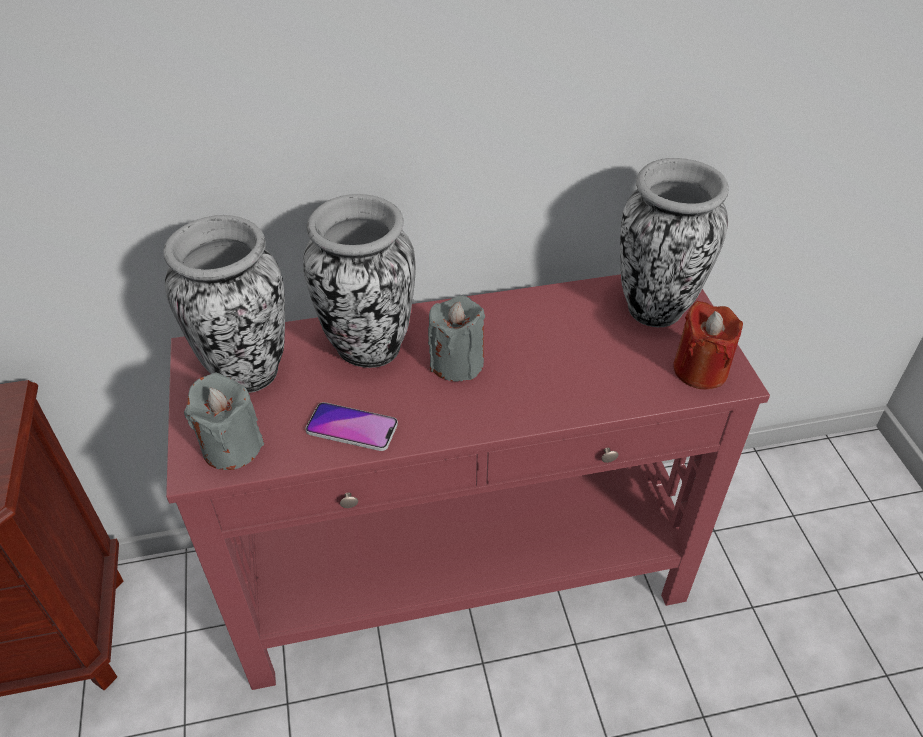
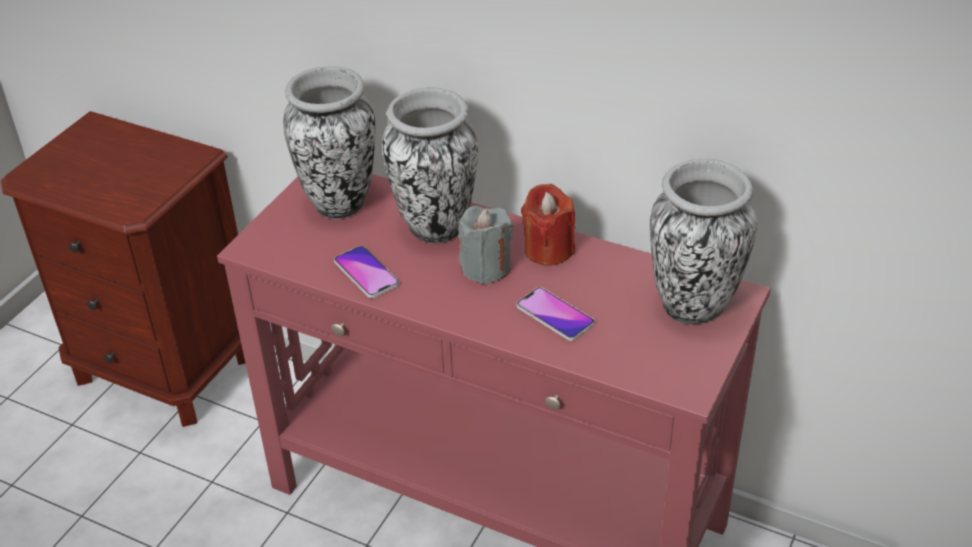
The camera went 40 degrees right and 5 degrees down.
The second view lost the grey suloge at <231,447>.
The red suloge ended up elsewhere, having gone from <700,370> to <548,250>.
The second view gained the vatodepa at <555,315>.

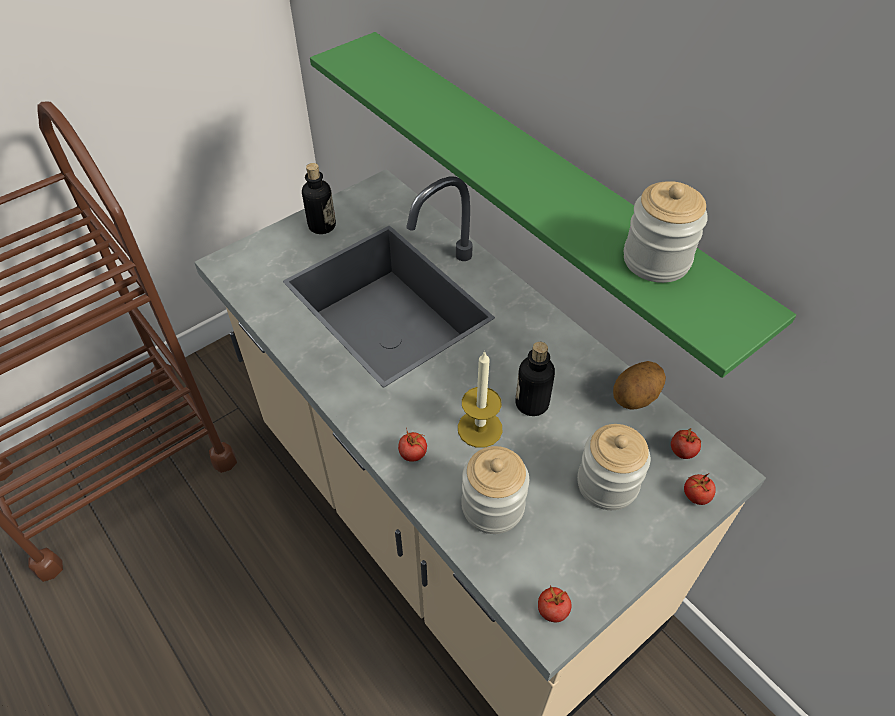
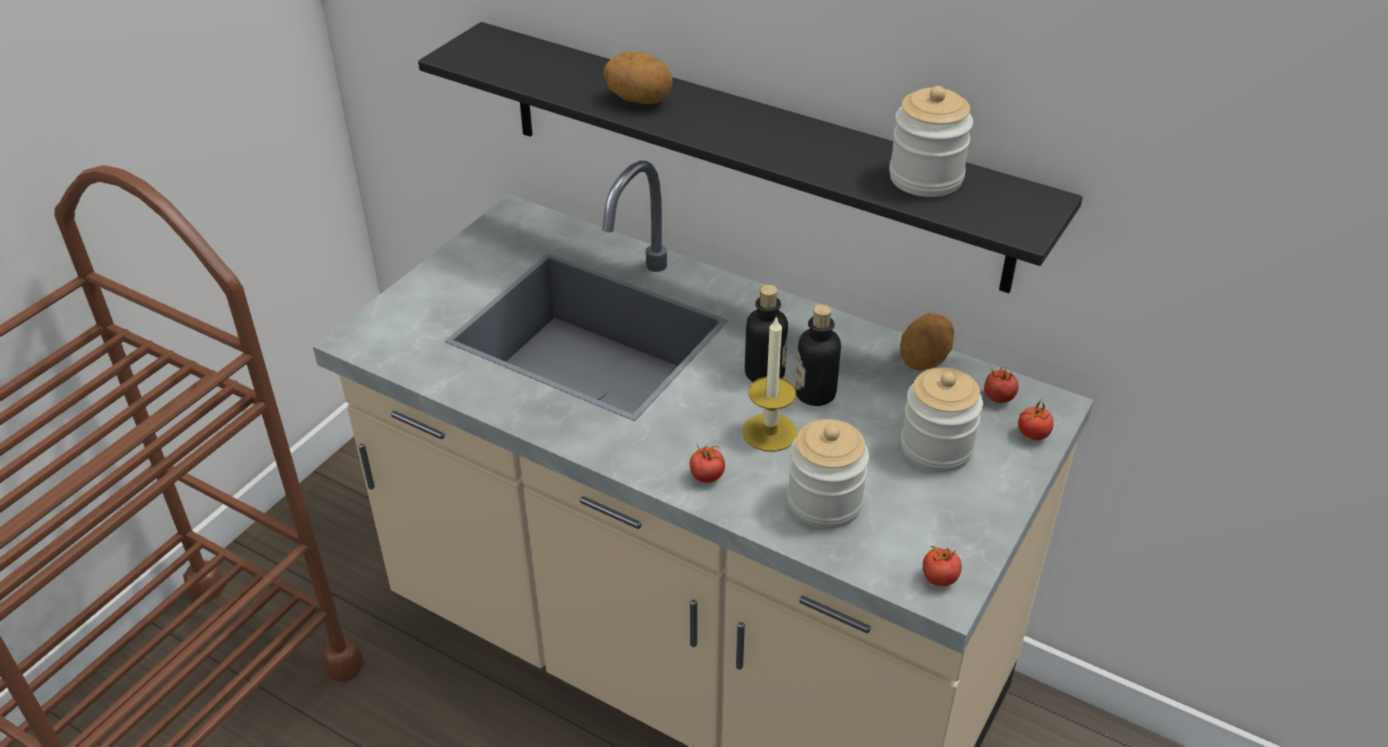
The camera went 20 degrees left and 10 degrees down.
The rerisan ended up elsewhere, having gone from <322,226> to <764,373>.
What was the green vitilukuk at <541,189> turned into the black vitilukuk at <749,154>.
The second view gained the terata at <639,100>.

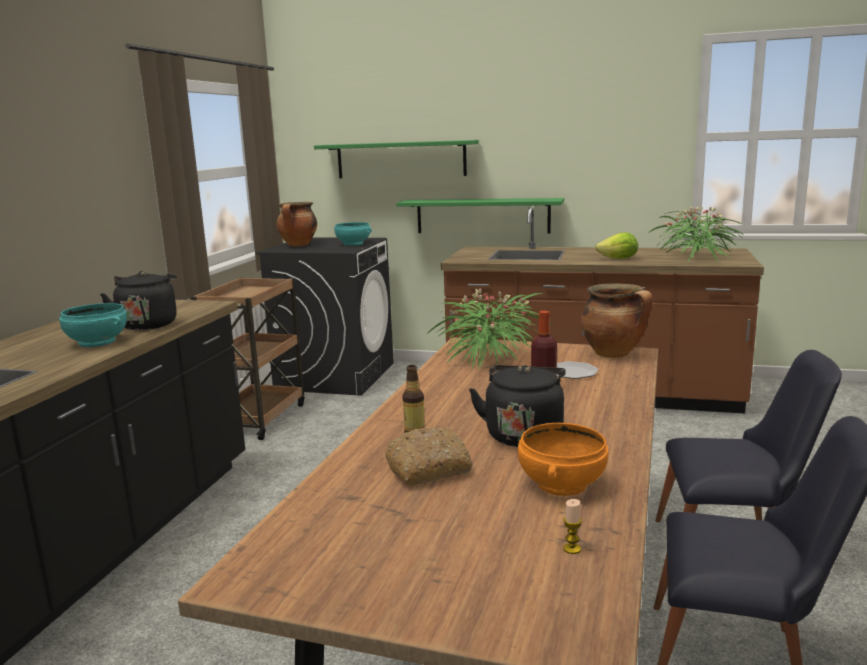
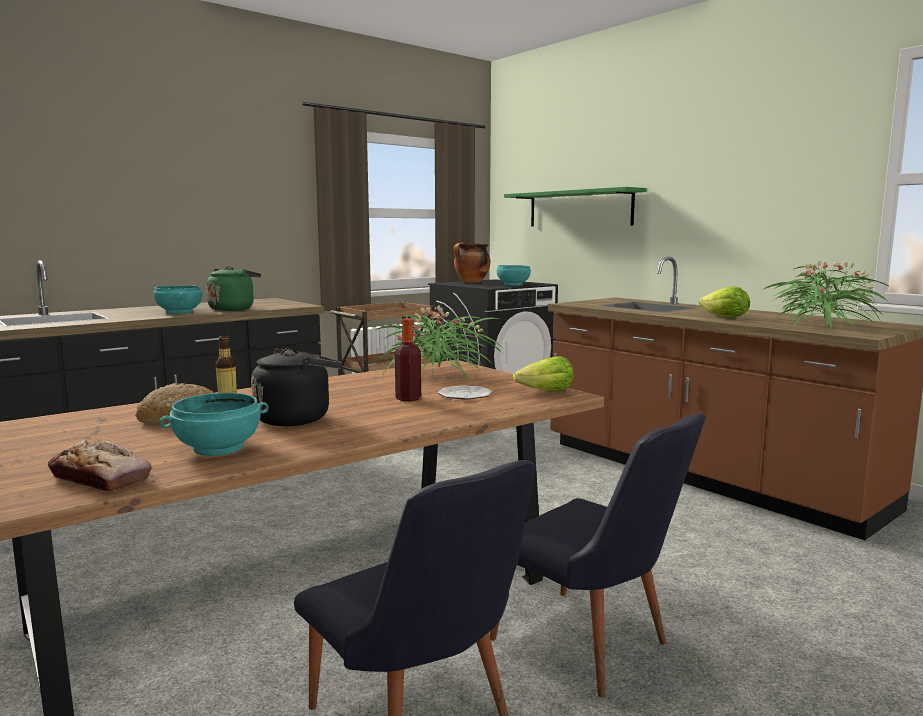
The camera went 35 degrees right and 5 degrees down.
What was the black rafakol at <148,324> turned into the green rafakol at <233,309>.
The second view lost the green vitilukuk at <482,216>.
What was the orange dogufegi at <560,484> turned into the turquoise dogufegi at <218,448>.
Where the suloge stood at <572,549>, the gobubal came to stand at <101,478>.
Where the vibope stood at <614,354>, the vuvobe came to stand at <546,392>.

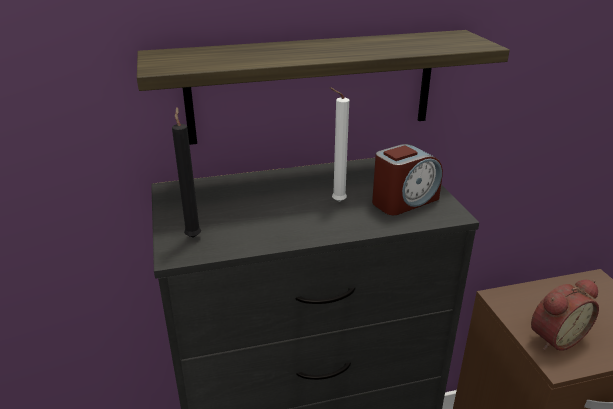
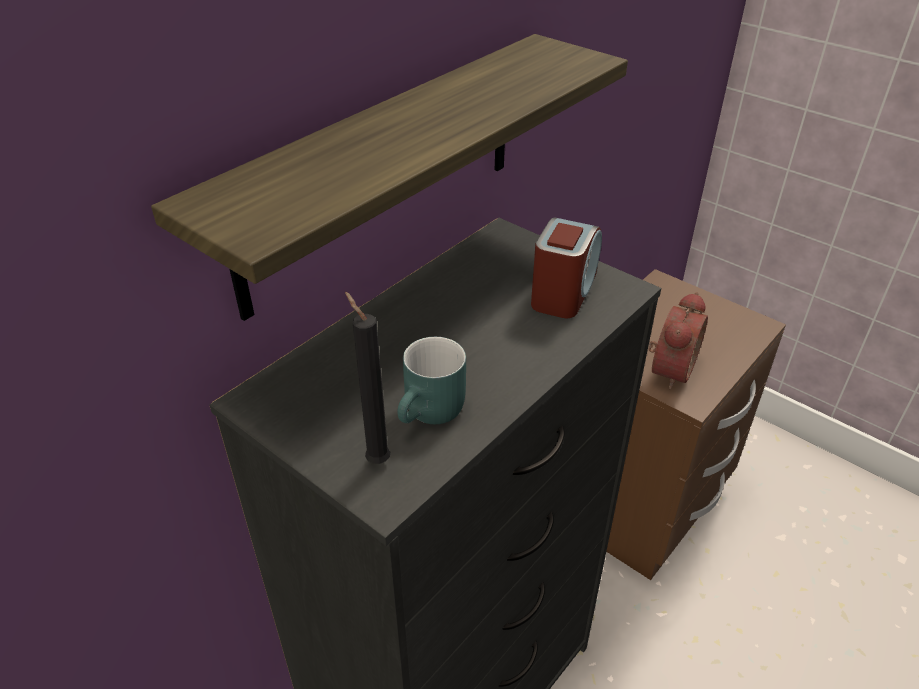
The camera went 35 degrees left and 10 degrees up.
The second view lost the white suloge at <336,202>.
The second view gained the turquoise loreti at <433,414>.

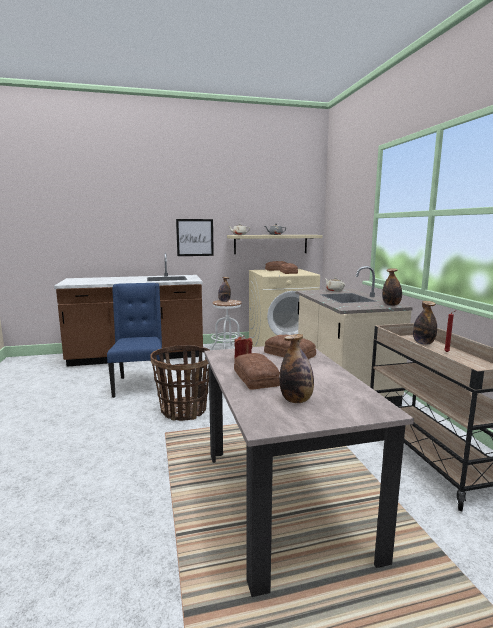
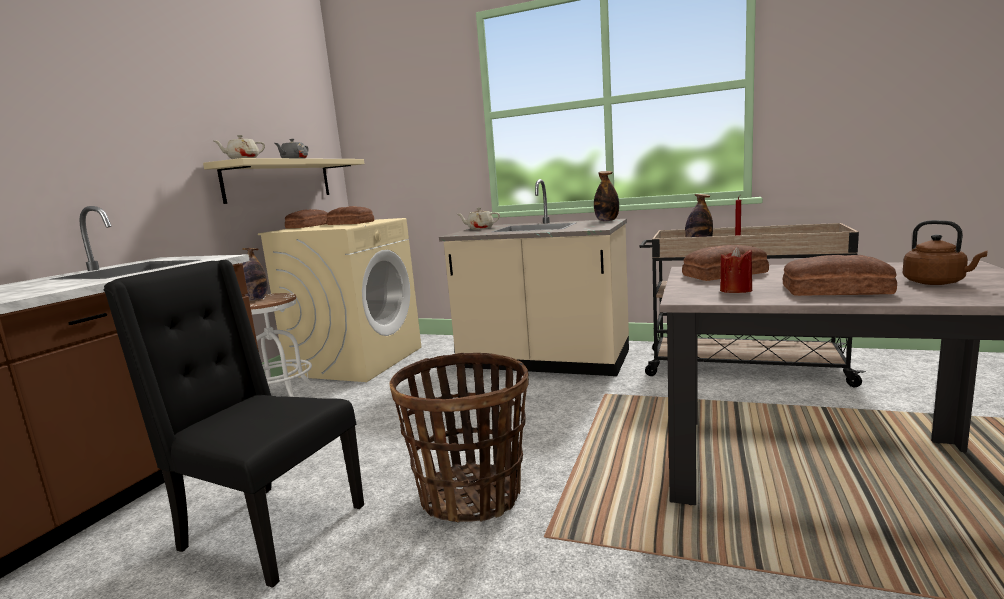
The camera went 55 degrees left and 0 degrees up.
What was the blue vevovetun at <139,385> turned into the black vevovetun at <268,529>.
The second view lost the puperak at <195,237>.
Where the rerisan stood at <296,400>, the brown rafakol came to stand at <936,283>.

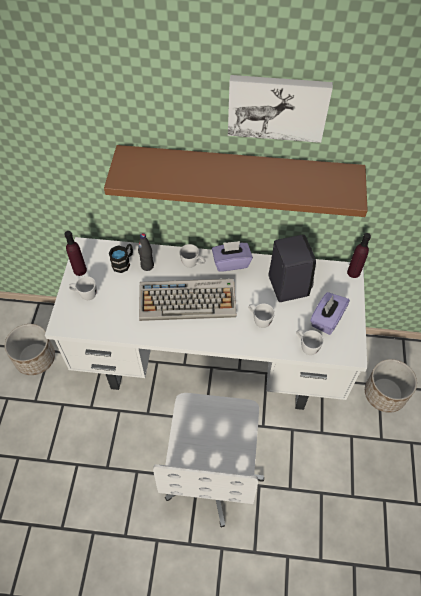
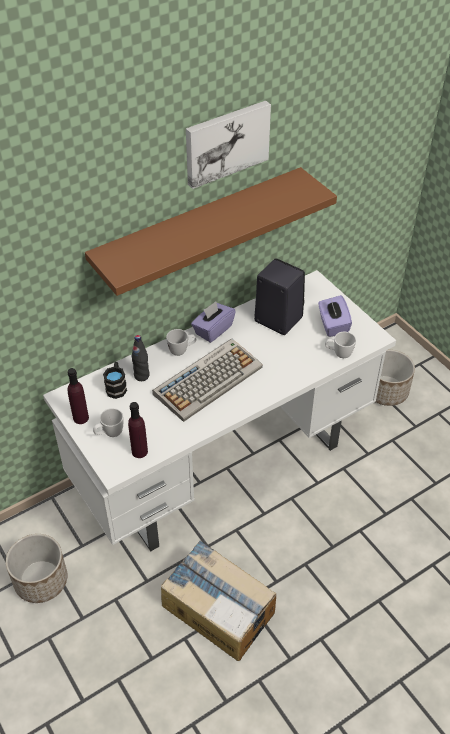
The camera went 40 degrees left and 10 degrees down.
The second view lost the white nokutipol at <212,473>.
The second view lost the white loreti at <259,320>.
The purple rerisan ended up elsewhere, having gone from <353,272> to <139,451>.
The second view gained the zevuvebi at <218,608>.

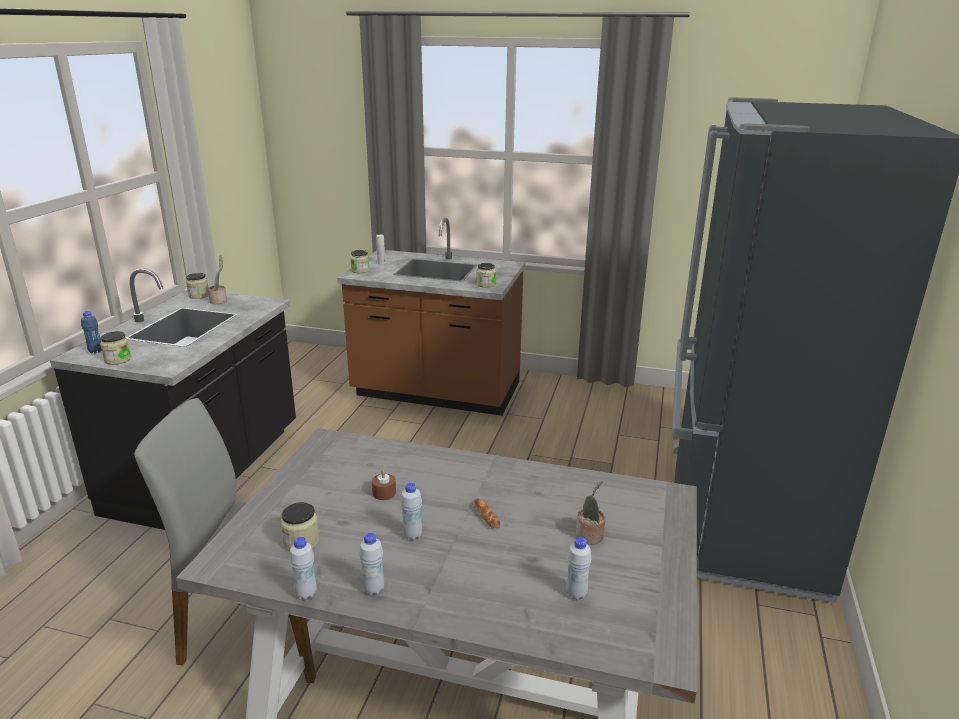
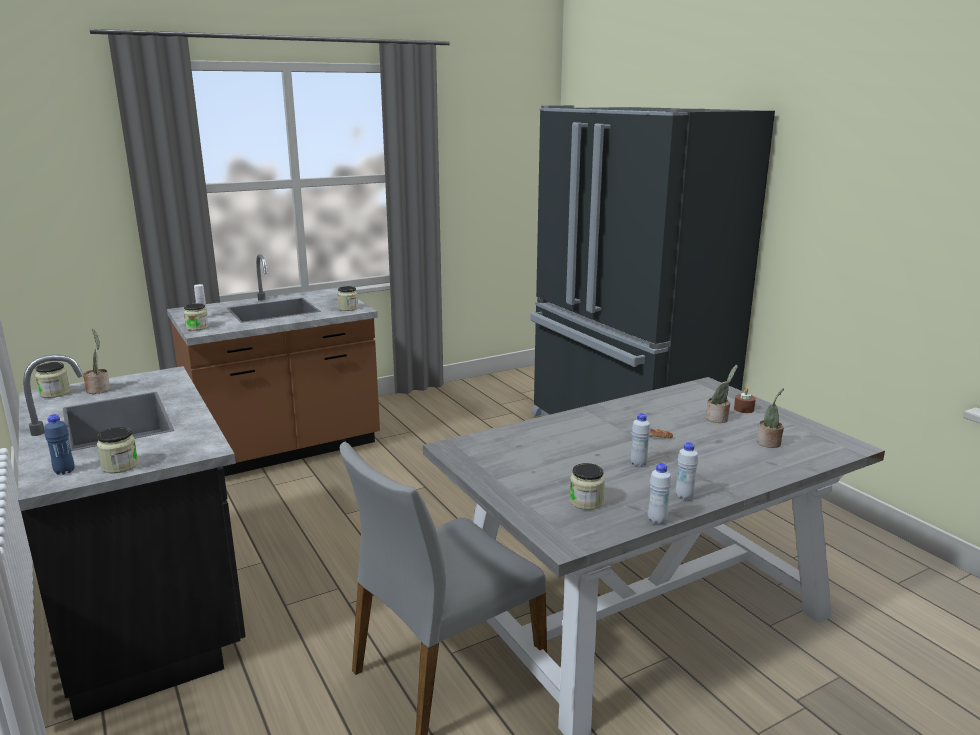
The camera went 45 degrees left and 5 degrees down.
The brown suloge ended up elsewhere, having gone from <384,493> to <744,409>.
Where the white rerisan stood at <576,594>, the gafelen came to stand at <769,444>.

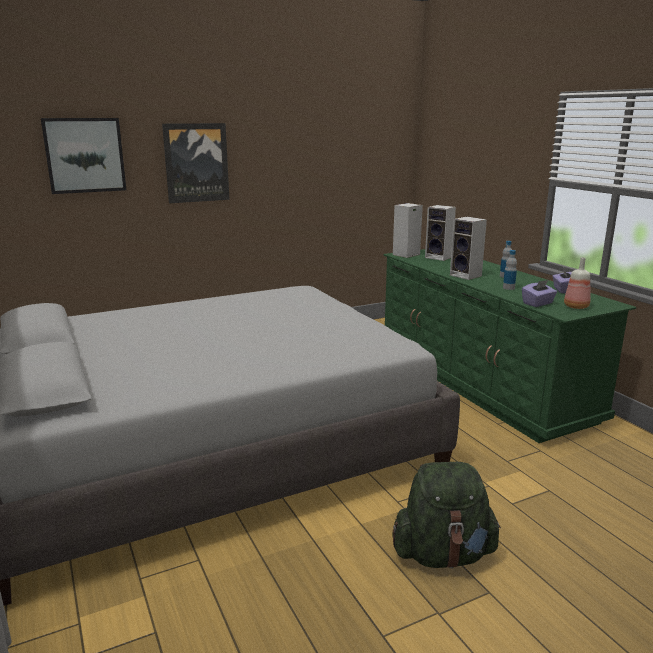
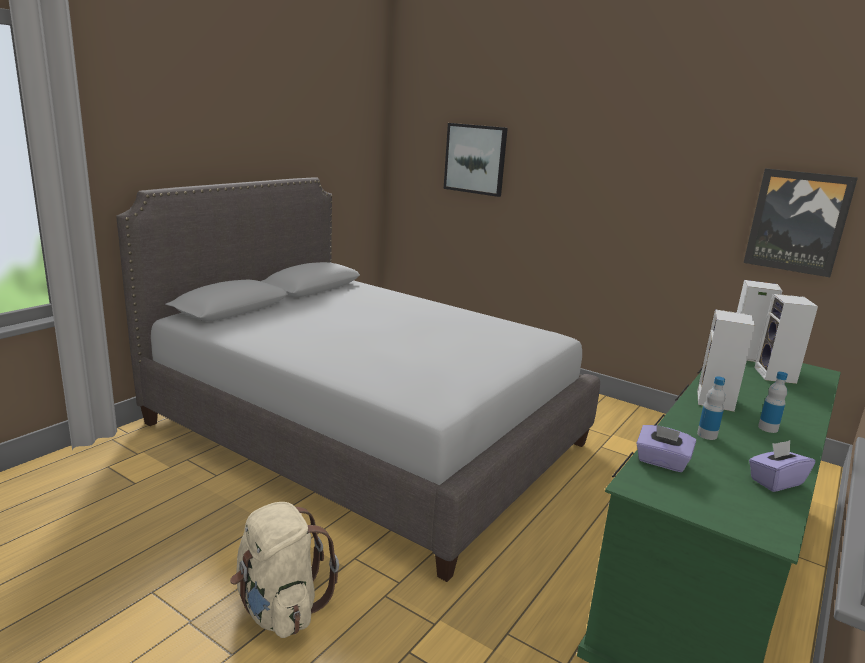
The camera went 60 degrees right and 0 degrees up.
The puperak ended up elsewhere, having gone from <196,163> to <797,222>.
What was the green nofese at <443,554> turned into the beige nofese at <280,608>.
The second view lost the rerisan at <577,306>.

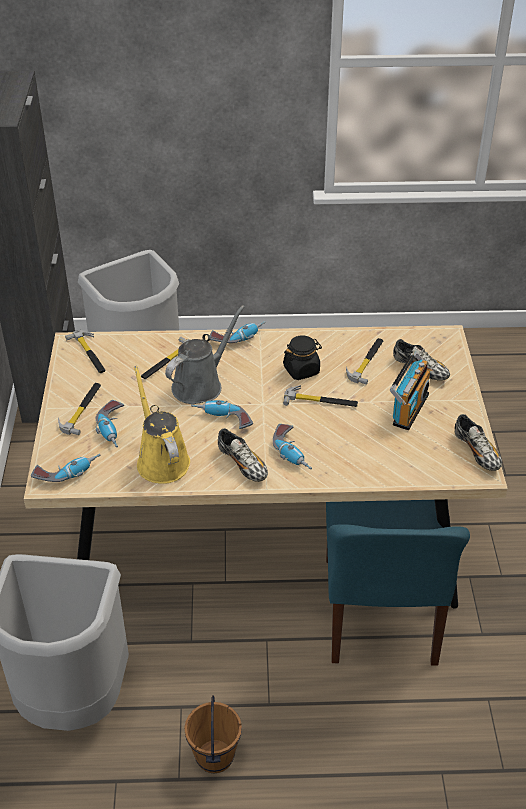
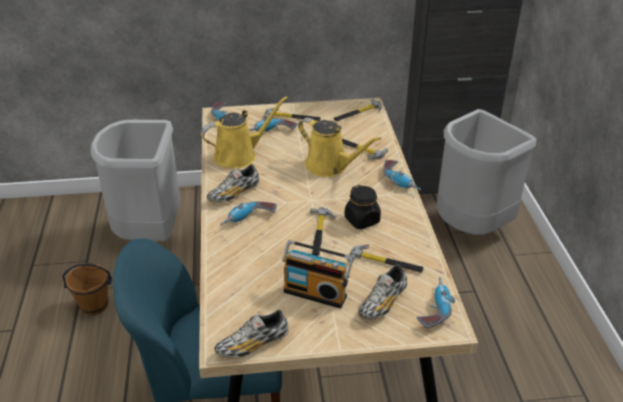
The camera went 85 degrees right and 5 degrees down.
What was the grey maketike at <200,385> turned into the yellow maketike at <330,166>.
The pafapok ended up elsewhere, having gone from <222,420> to <434,308>.

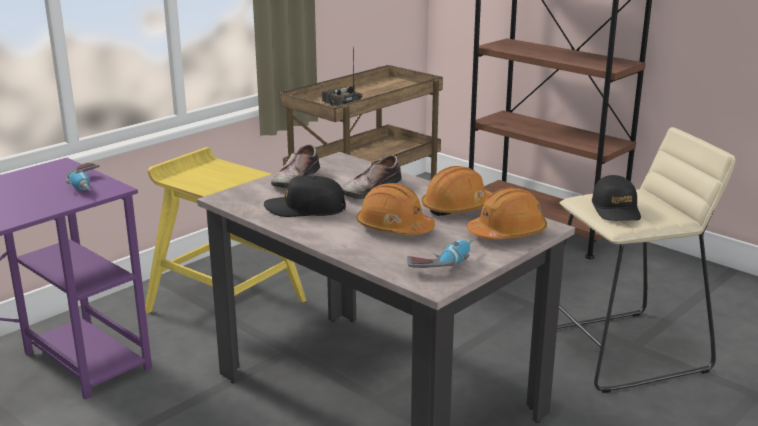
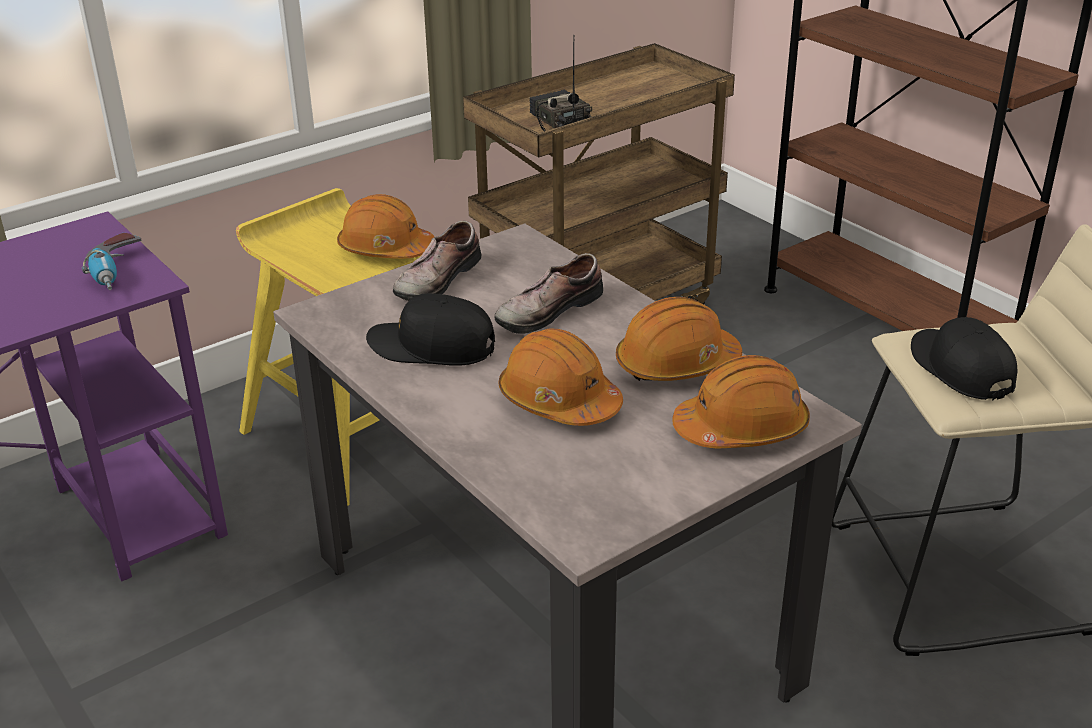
The camera went 10 degrees right and 10 degrees up.
The second view lost the pafapok at <442,263>.
The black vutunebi at <616,210> ended up facing another way, 150 degrees clockwise from before.
The second view gained the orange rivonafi at <385,249>.

